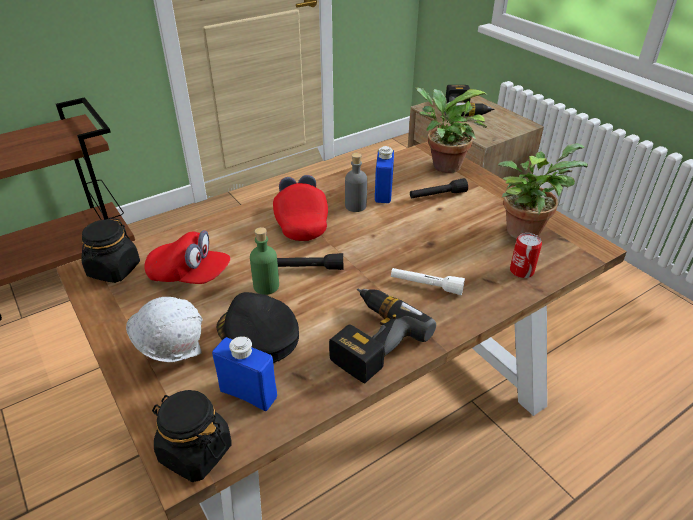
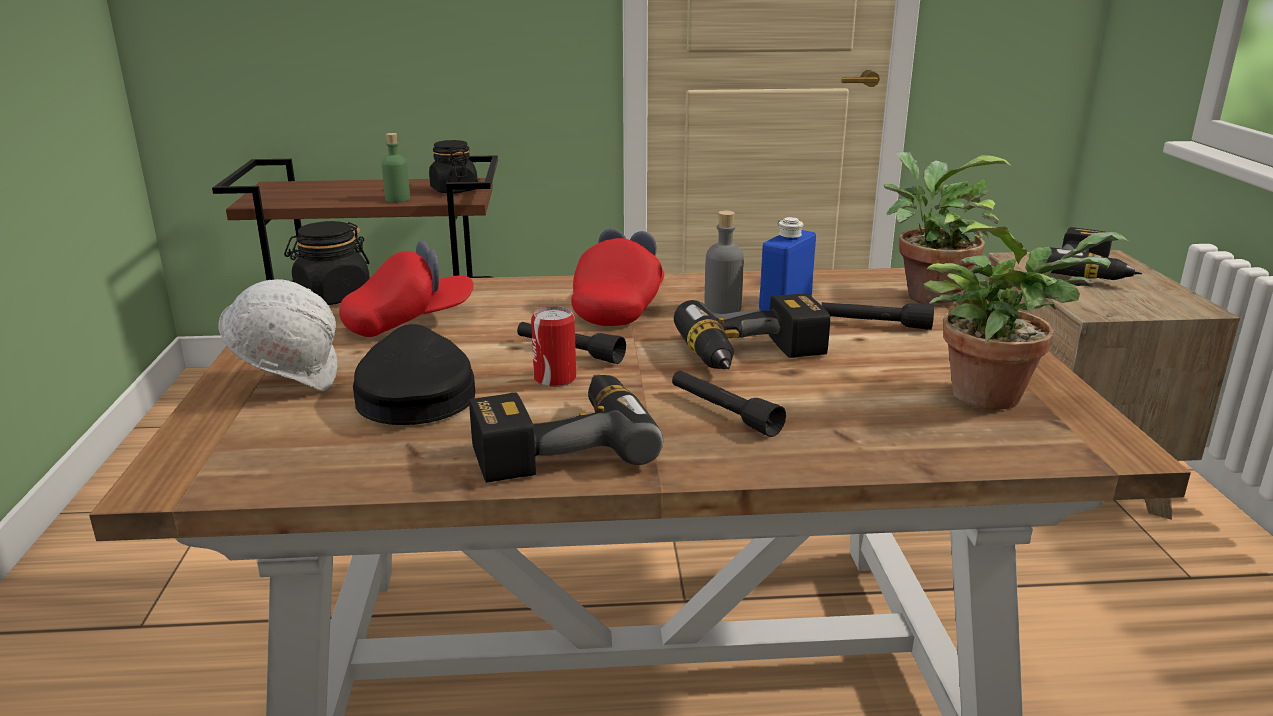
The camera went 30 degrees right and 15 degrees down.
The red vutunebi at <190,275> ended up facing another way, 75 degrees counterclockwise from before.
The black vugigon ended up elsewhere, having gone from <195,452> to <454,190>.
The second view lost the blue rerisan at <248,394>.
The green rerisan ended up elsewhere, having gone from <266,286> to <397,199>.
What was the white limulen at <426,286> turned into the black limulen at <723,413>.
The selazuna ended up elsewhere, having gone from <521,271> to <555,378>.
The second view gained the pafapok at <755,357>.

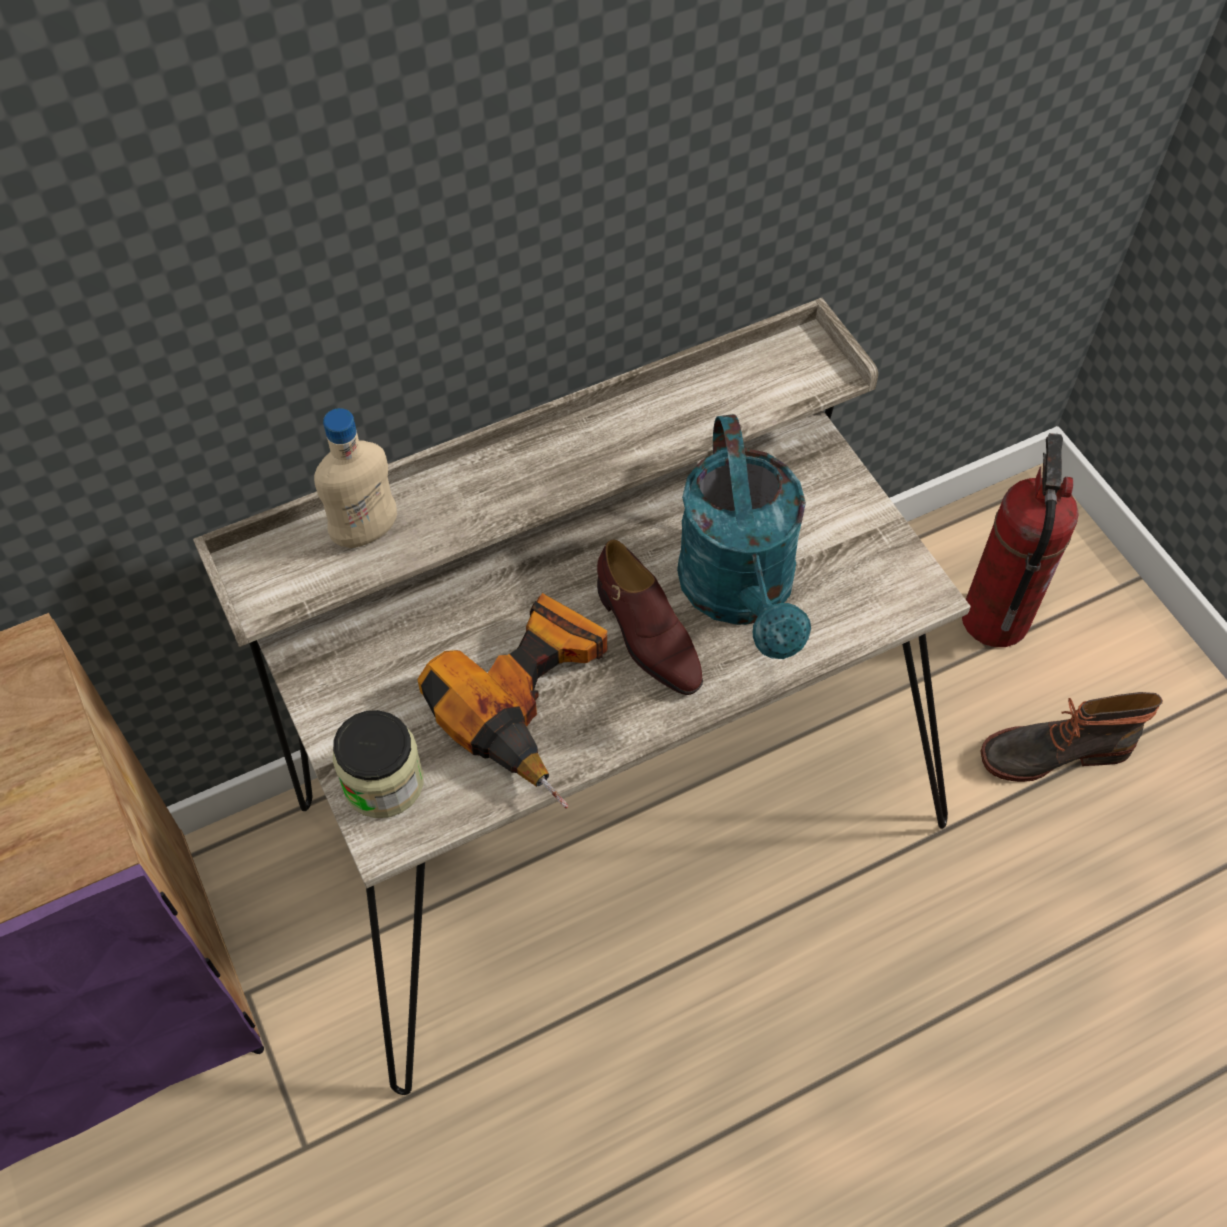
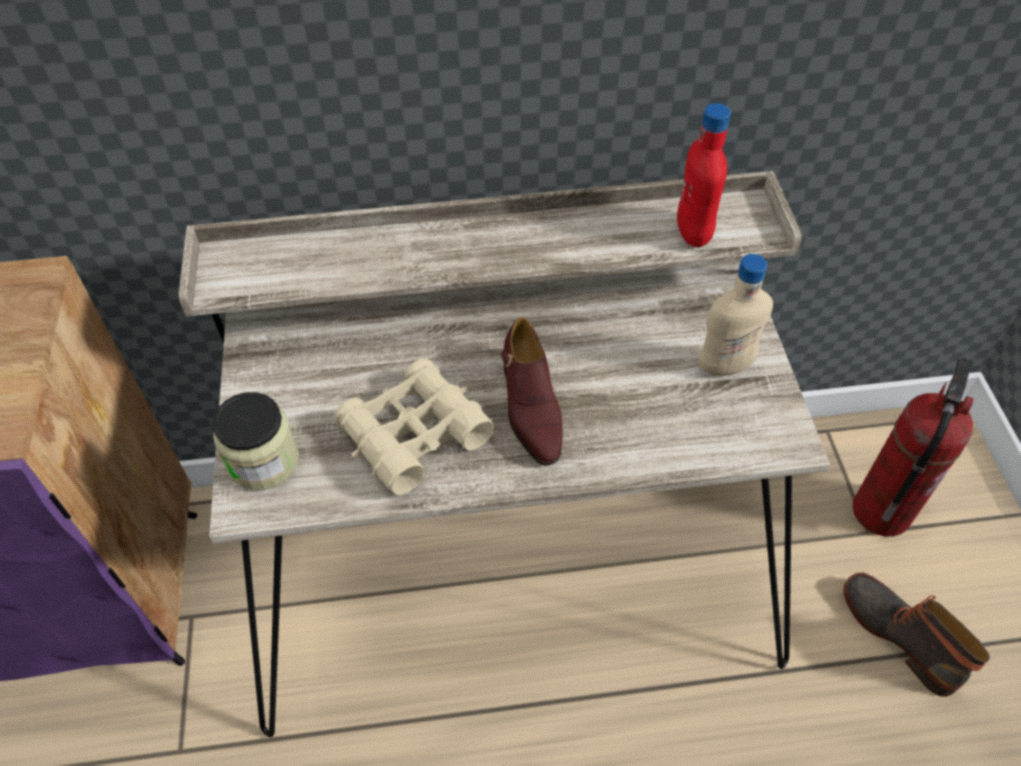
The camera went 20 degrees right and 5 degrees down.
The beige rerisan ended up elsewhere, having gone from <365,532> to <724,365>.
Where the pafapok stood at <535,703>, the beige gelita came to stand at <414,435>.
The second view lost the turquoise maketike at <742,595>.
The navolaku at <1053,751> ended up facing another way, 45 degrees clockwise from before.
The second view gained the red rerisan at <693,232>.

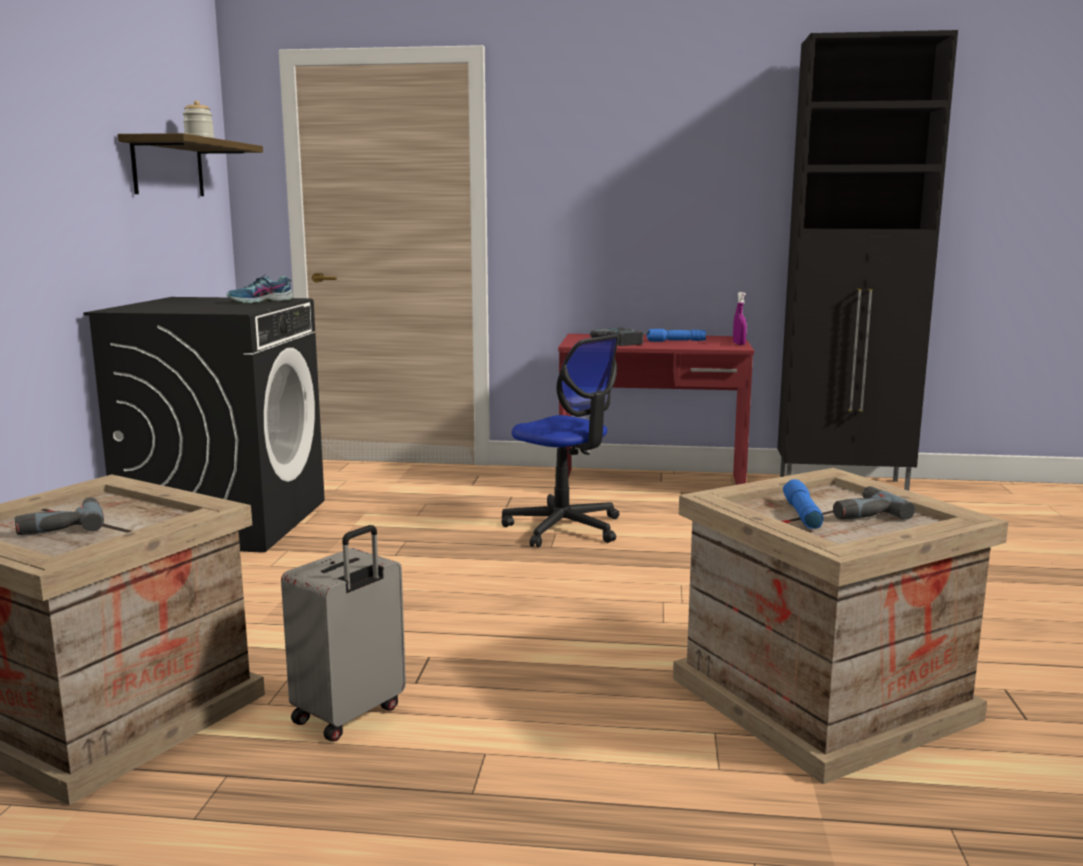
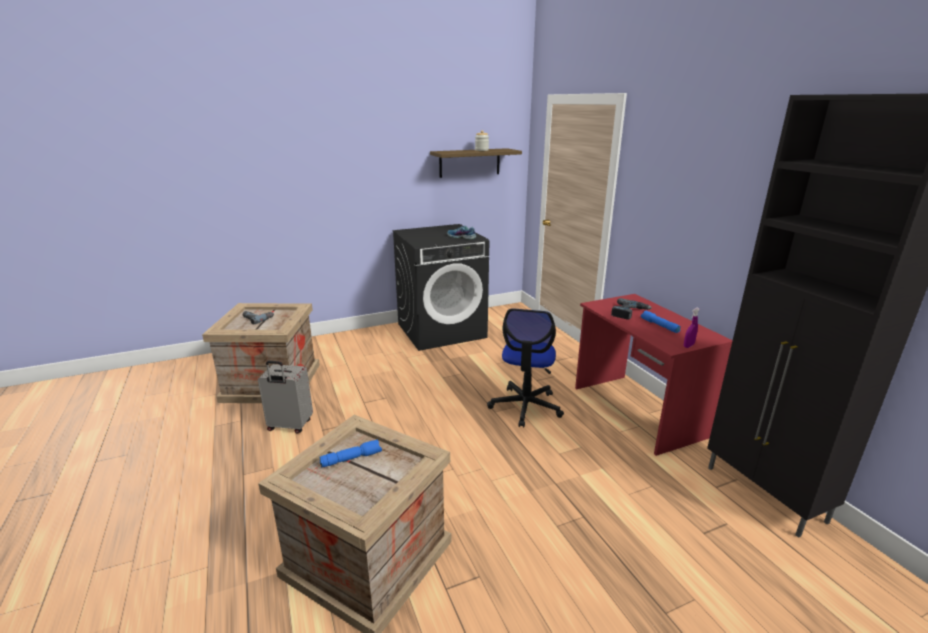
The camera went 60 degrees right and 10 degrees up.
The second view lost the pafapok at <861,512>.

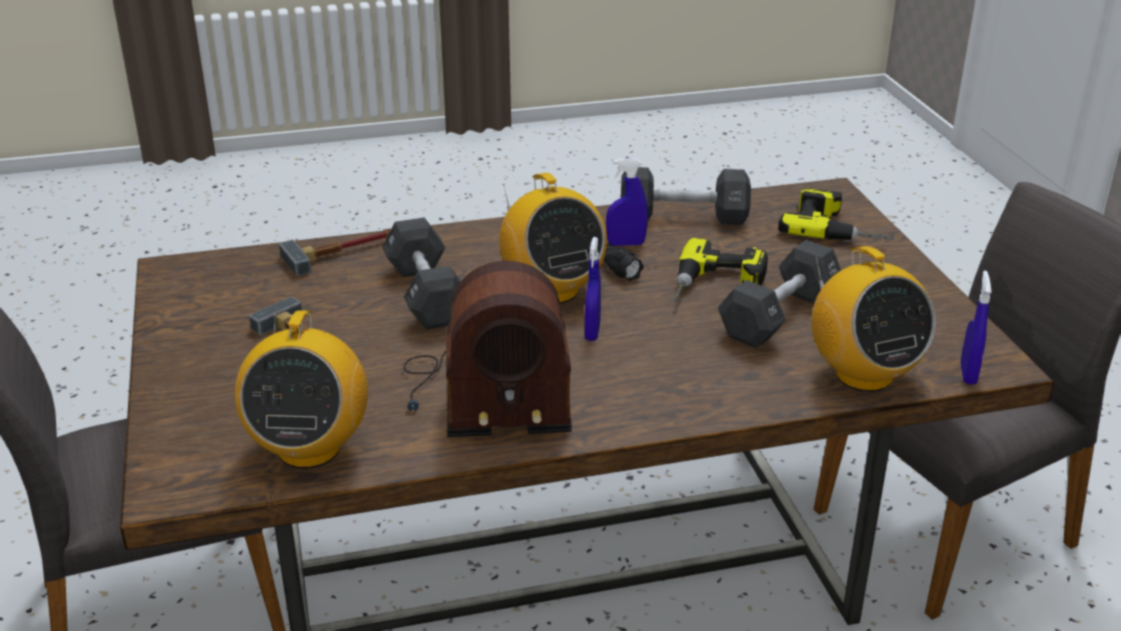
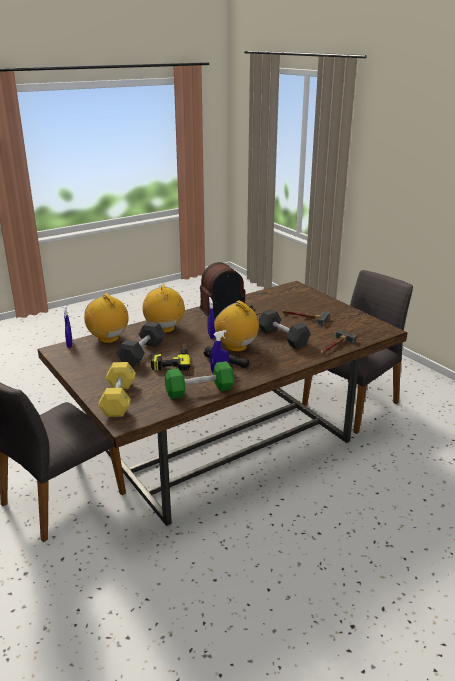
The camera went 160 degrees right and 5 degrees down.
The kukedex ended up elsewhere, having gone from <309,448> to <164,329>.
What was the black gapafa at <683,217> turned into the green gapafa at <199,390>.
Where the pafapok stood at <838,227>, the yellow gapafa came to stand at <118,399>.

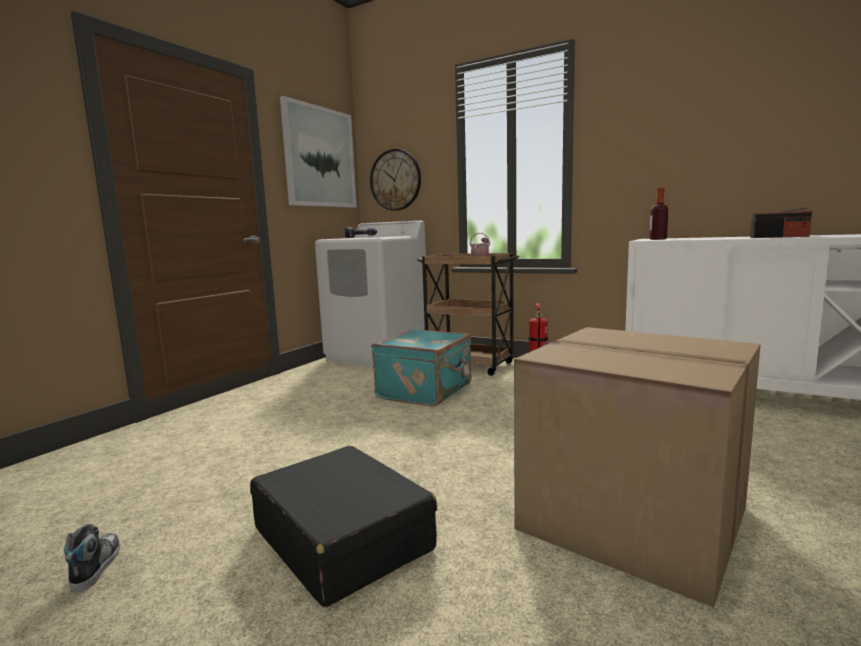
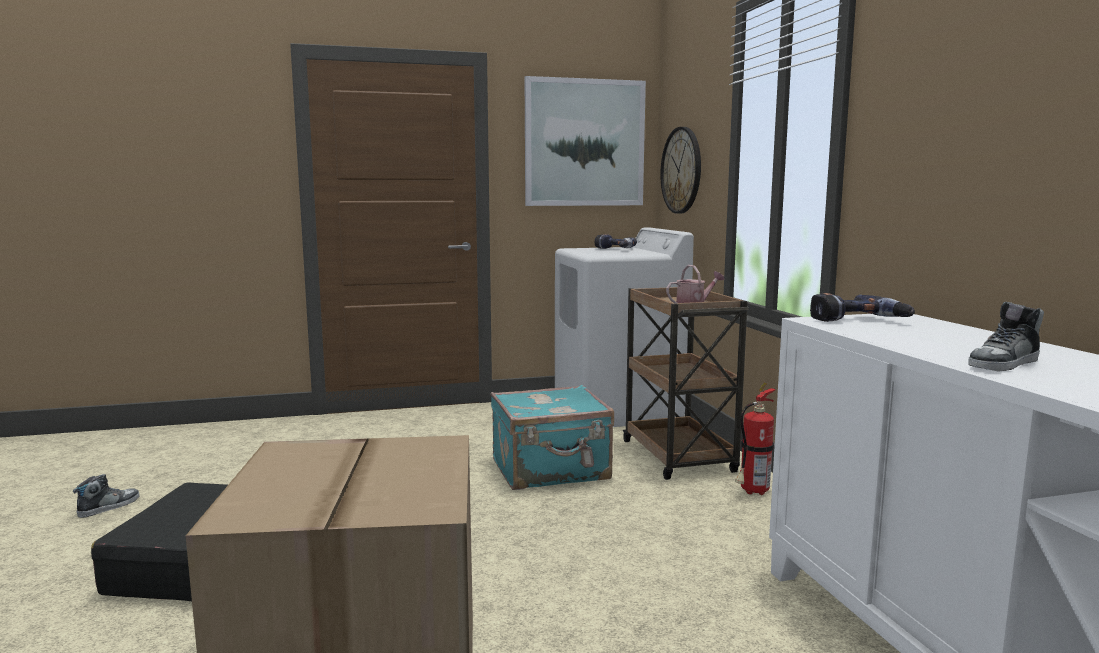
The camera went 45 degrees right and 0 degrees up.
Where the rerisan stood at <658,239>, the pafapok came to stand at <858,321>.
Where the kukedex stood at <779,237>, the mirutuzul came to stand at <1004,364>.

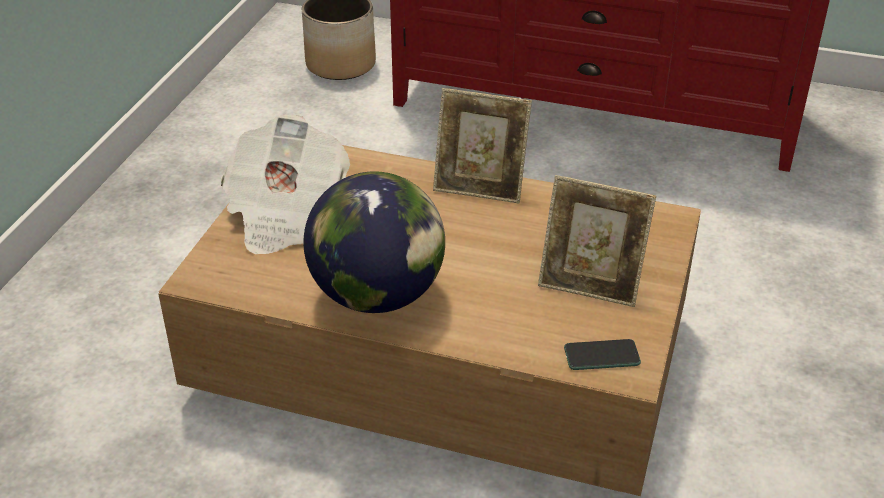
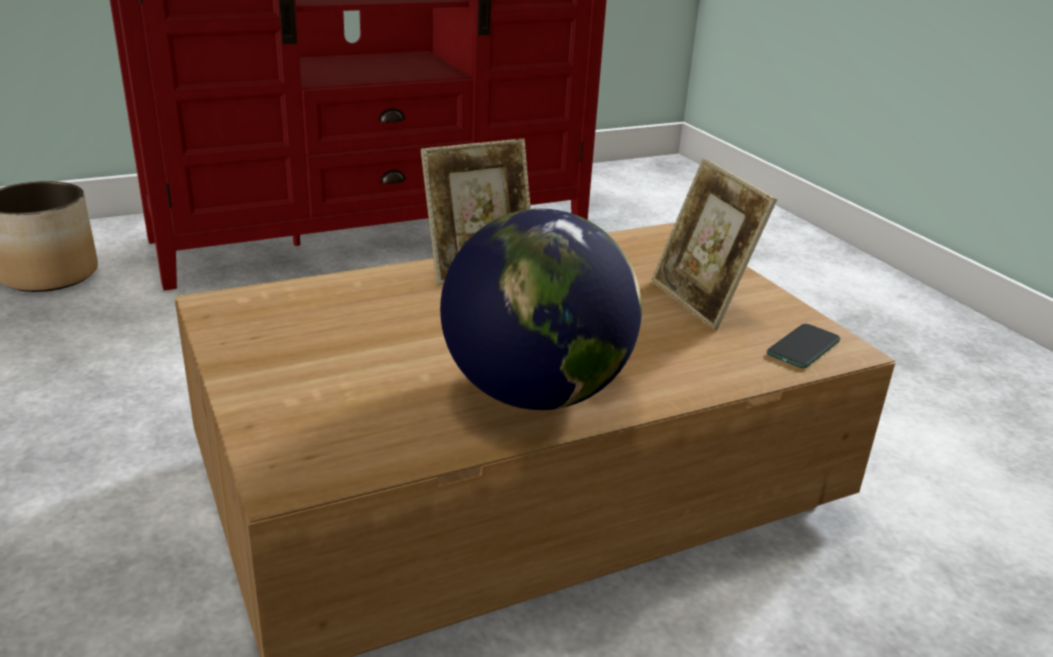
The camera went 45 degrees left and 10 degrees down.
The second view lost the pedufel at <286,215>.
The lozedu at <590,285> ended up facing another way, 90 degrees clockwise from before.

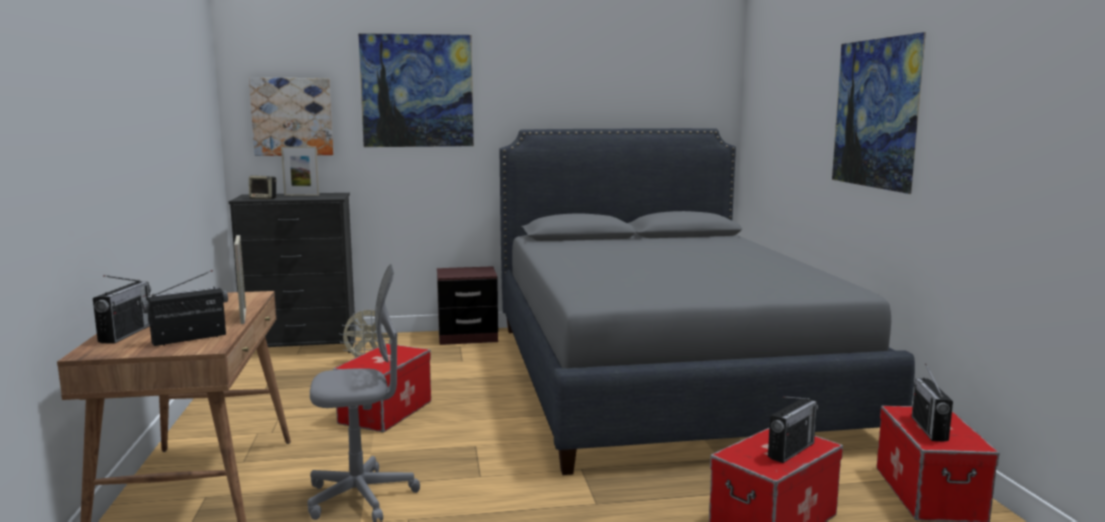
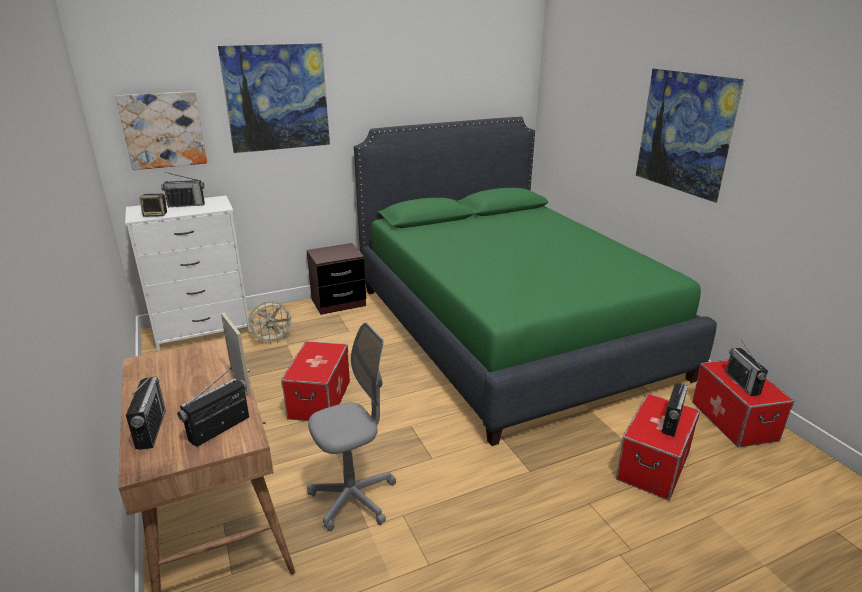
The camera went 15 degrees left and 15 degrees up.
What was the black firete at <301,347> turned into the white firete at <203,331>.
Where the lozedu stood at <301,195>, the kukedex came to stand at <186,205>.
What was the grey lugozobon at <662,377> turned into the green lugozobon at <509,329>.

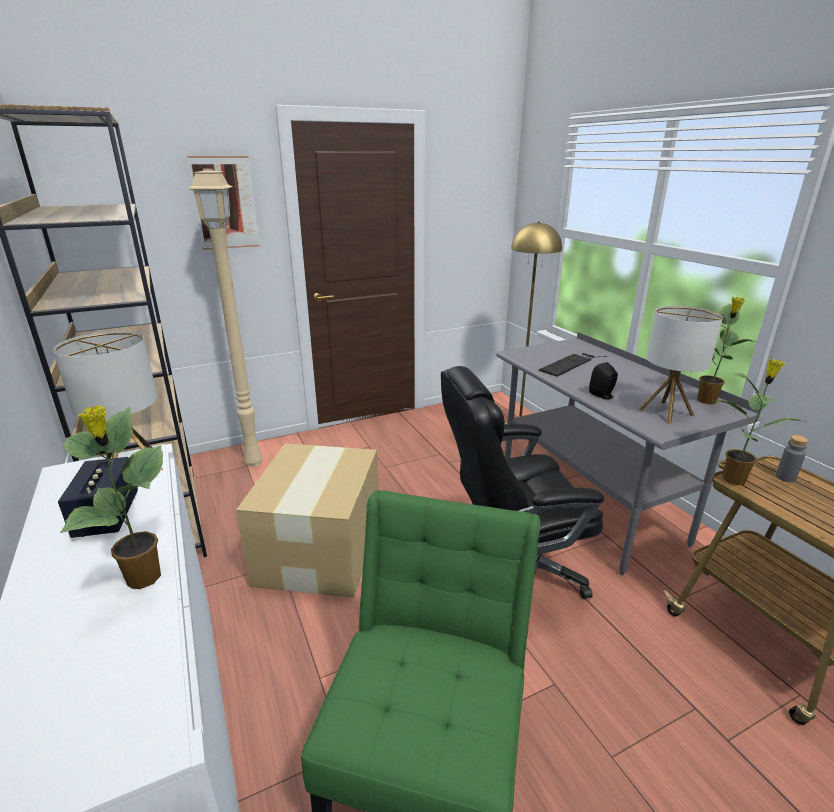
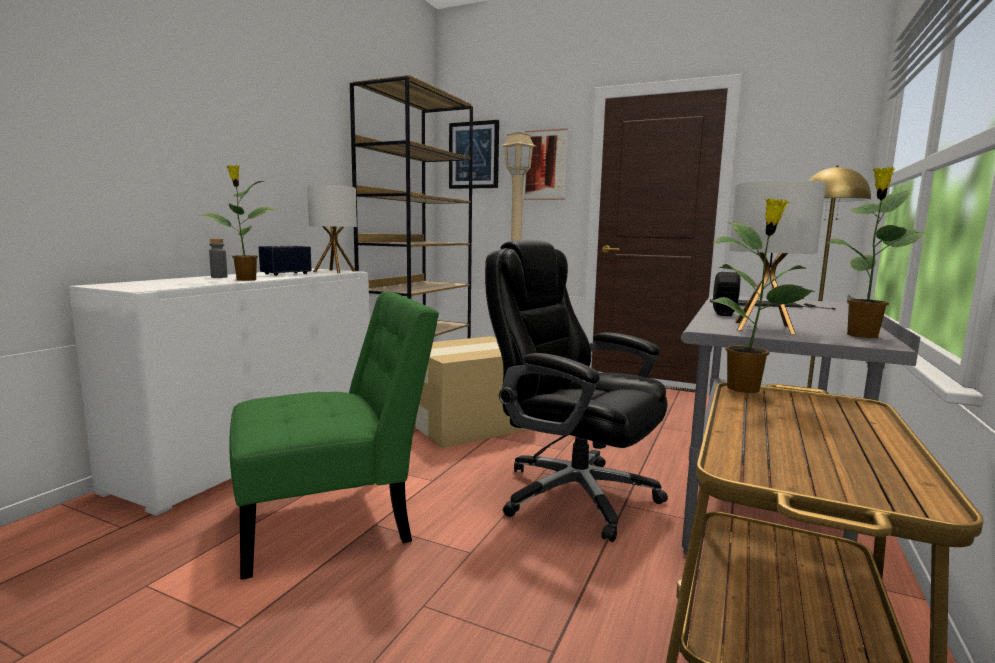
The camera went 50 degrees right and 15 degrees down.
The grey rerisan ended up elsewhere, having gone from <785,477> to <219,277>.
The second view gained the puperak at <474,155>.

